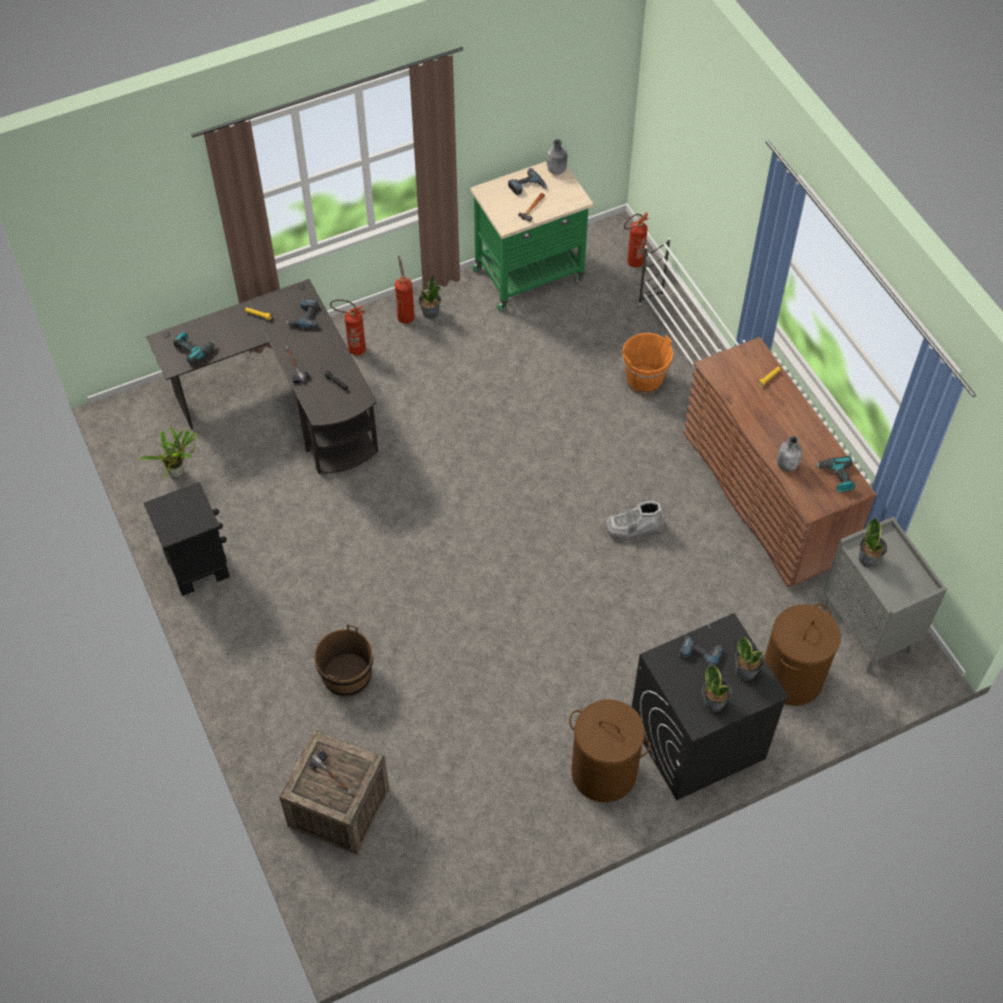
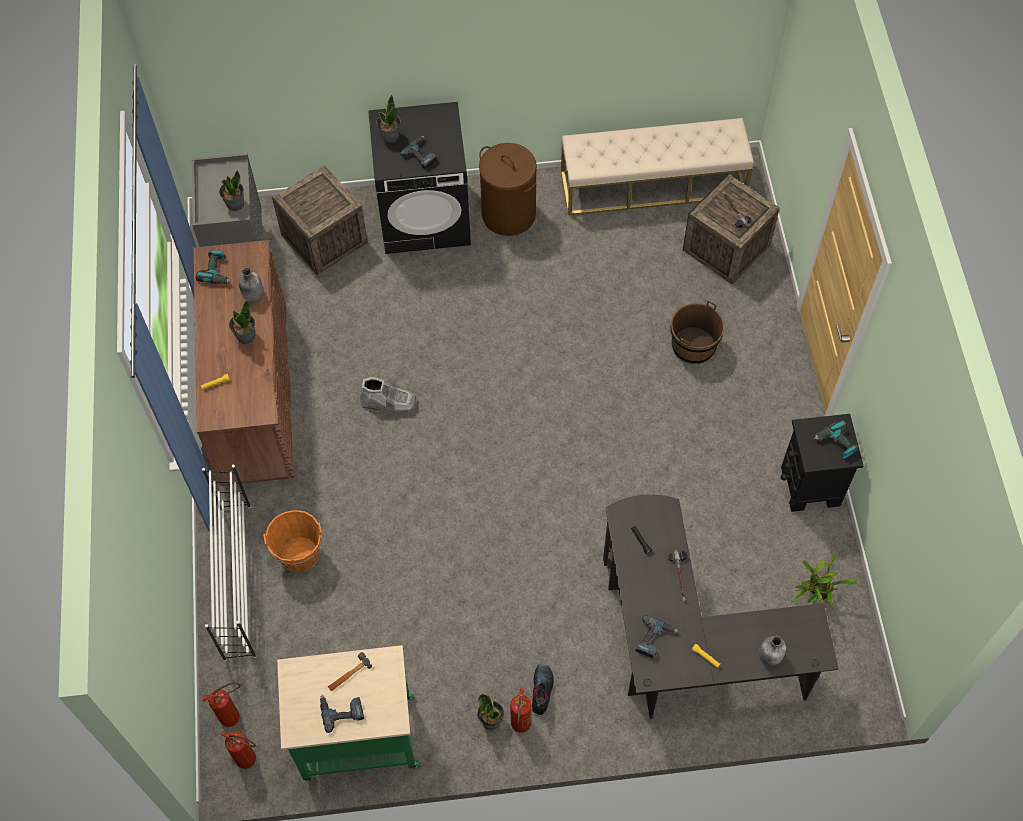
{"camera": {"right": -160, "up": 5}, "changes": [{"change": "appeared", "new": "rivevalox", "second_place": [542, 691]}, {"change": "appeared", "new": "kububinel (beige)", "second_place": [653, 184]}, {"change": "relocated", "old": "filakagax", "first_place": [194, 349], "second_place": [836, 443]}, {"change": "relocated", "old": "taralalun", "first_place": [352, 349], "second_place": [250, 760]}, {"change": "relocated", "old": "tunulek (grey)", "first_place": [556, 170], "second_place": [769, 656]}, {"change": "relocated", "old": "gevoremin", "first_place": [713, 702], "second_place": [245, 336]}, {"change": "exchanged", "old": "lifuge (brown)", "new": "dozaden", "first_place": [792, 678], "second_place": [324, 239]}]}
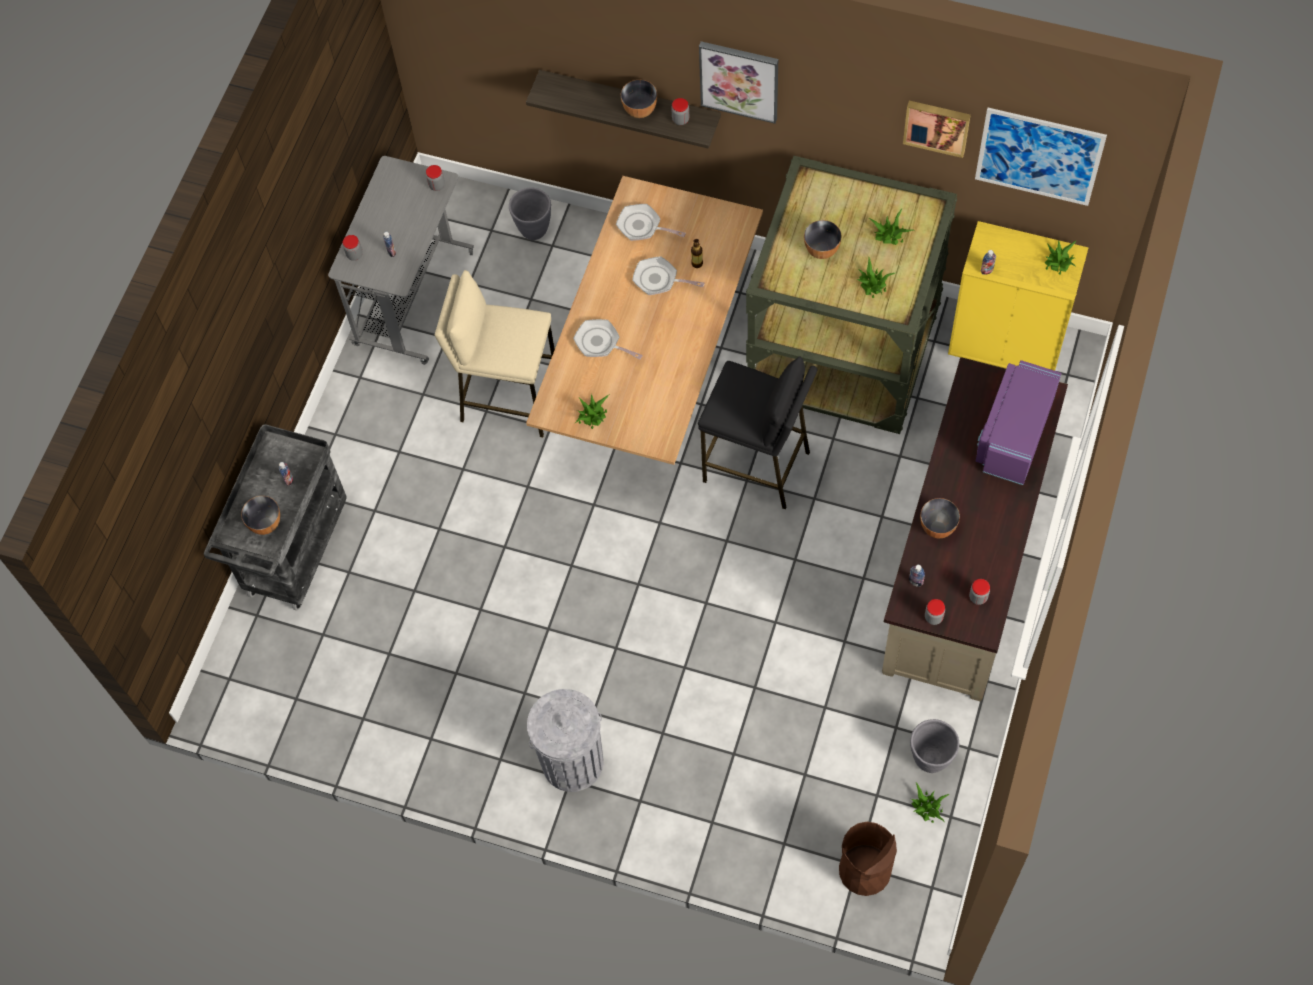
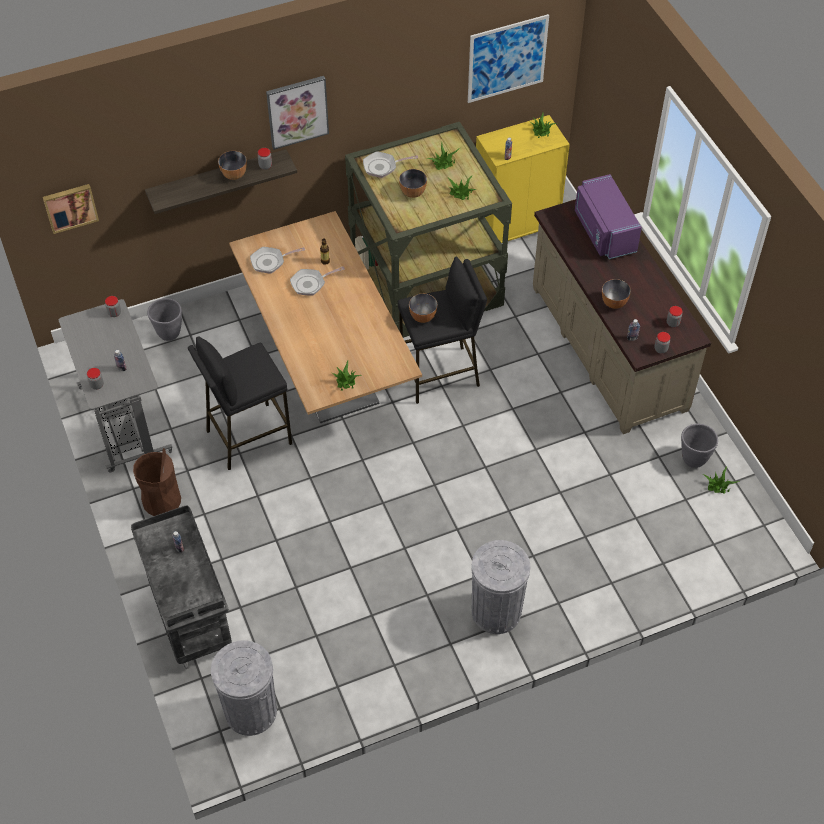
{"camera": {"right": -45, "up": -10}, "changes": [{"change": "appeared", "new": "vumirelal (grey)", "second_place": [250, 711]}, {"change": "relocated", "old": "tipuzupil", "first_place": [265, 524], "second_place": [423, 317]}, {"change": "relocated", "old": "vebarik", "first_place": [600, 343], "second_place": [382, 167]}, {"change": "relocated", "old": "vumirelal (brown)", "first_place": [865, 870], "second_place": [161, 500]}, {"change": "relocated", "old": "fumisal", "first_place": [937, 126], "second_place": [70, 207]}, {"change": "colour", "old": "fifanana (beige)", "new": "fifanana (black)", "first_place": [509, 399], "second_place": [248, 436]}]}
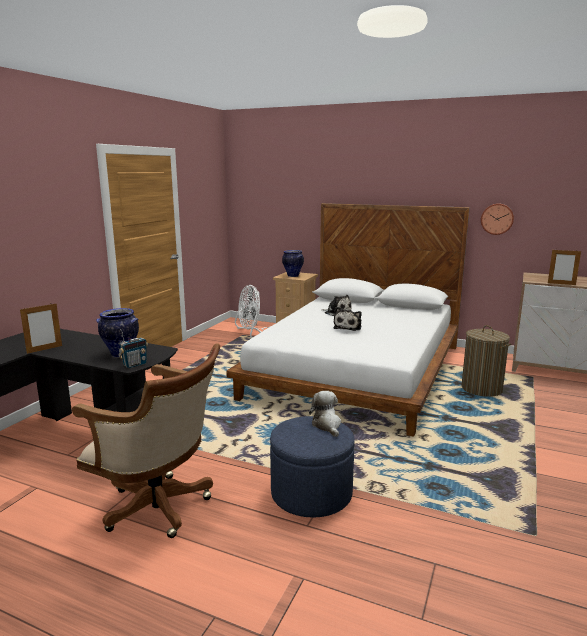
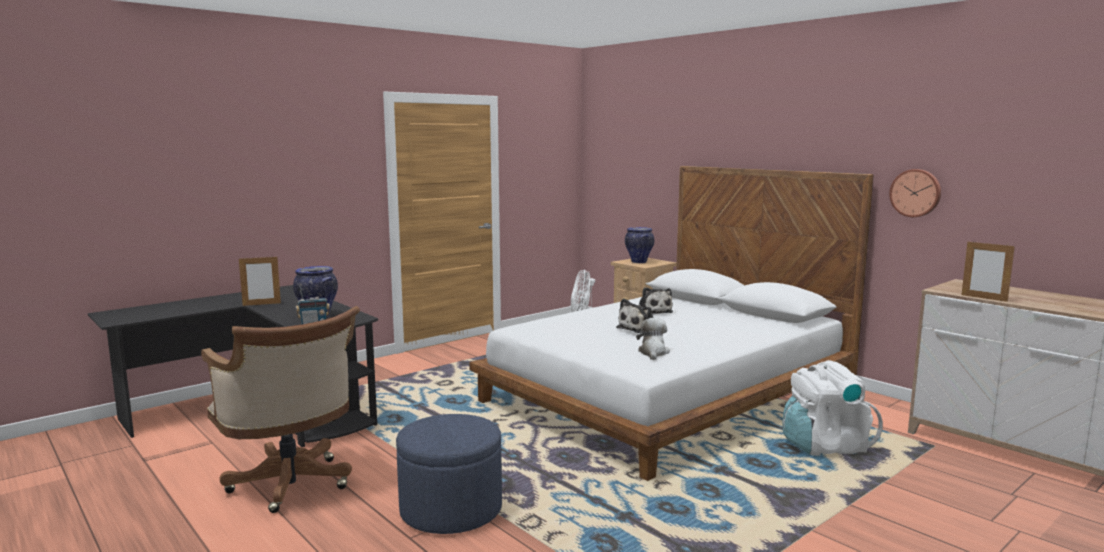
{"camera": {"right": 25, "up": -5}, "changes": [{"change": "relocated", "old": "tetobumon", "first_place": [327, 425], "second_place": [653, 353]}, {"change": "exchanged", "old": "lifuge", "new": "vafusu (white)", "first_place": [481, 389], "second_place": [824, 446]}]}
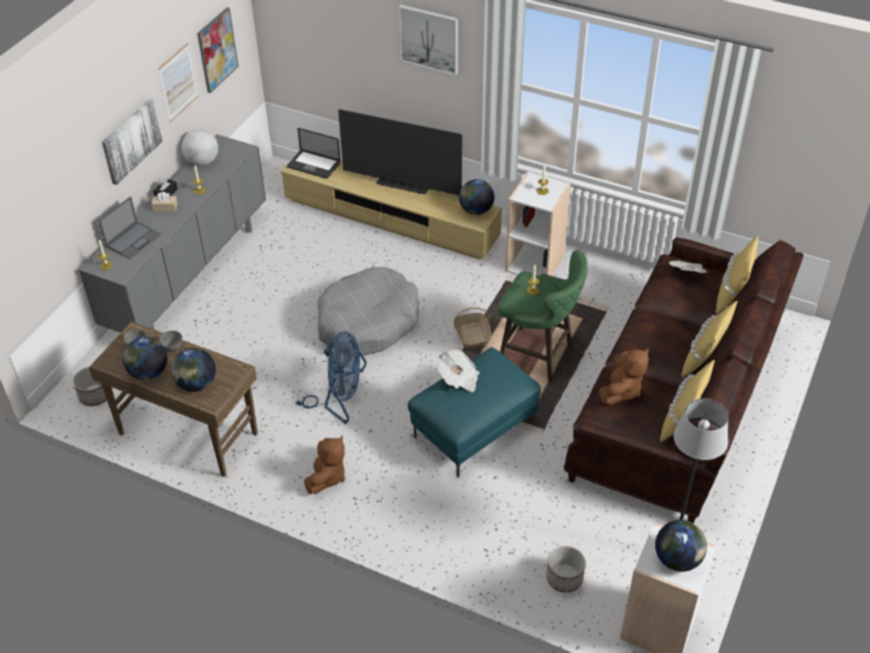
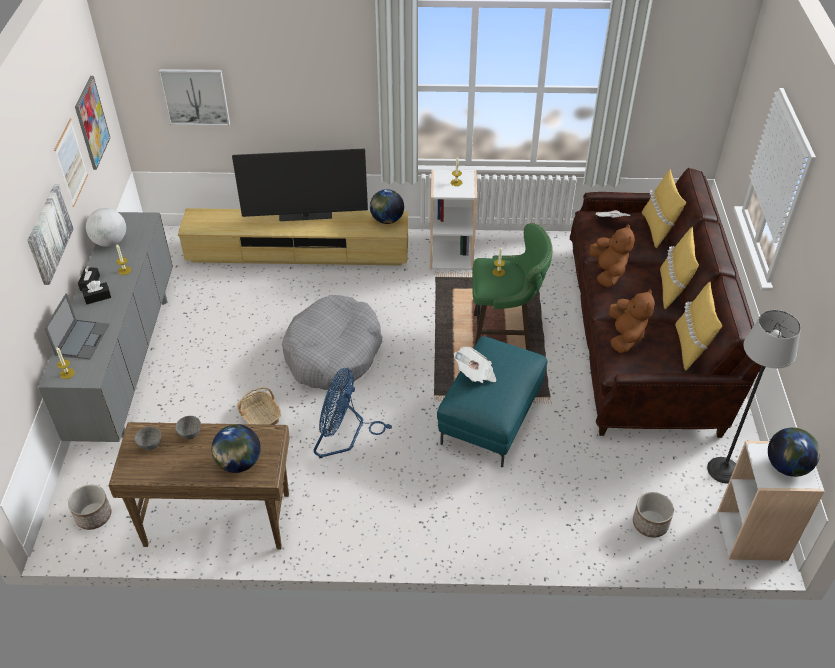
{"camera": {"right": -25, "up": 0}, "changes": [{"change": "missing", "old": "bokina", "first_place": [148, 372]}, {"change": "missing", "old": "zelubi", "first_place": [313, 165]}, {"change": "relocated", "old": "tetobumon (brown)", "first_place": [327, 477], "second_place": [608, 273]}, {"change": "relocated", "old": "fumisal", "first_place": [429, 39], "second_place": [195, 96]}, {"change": "relocated", "old": "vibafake", "first_place": [472, 335], "second_place": [260, 416]}, {"change": "colour", "old": "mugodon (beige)", "new": "mugodon (black)", "first_place": [165, 207], "second_place": [97, 297]}, {"change": "spun", "old": "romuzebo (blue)", "first_place": [339, 396], "second_place": [347, 431], "degrees": -150}]}
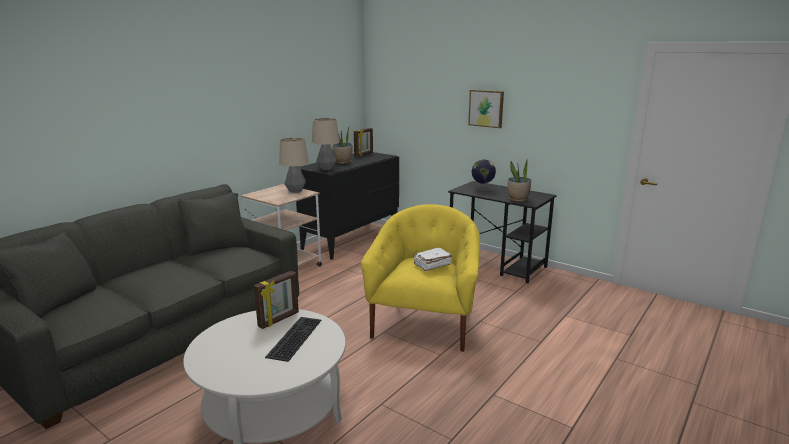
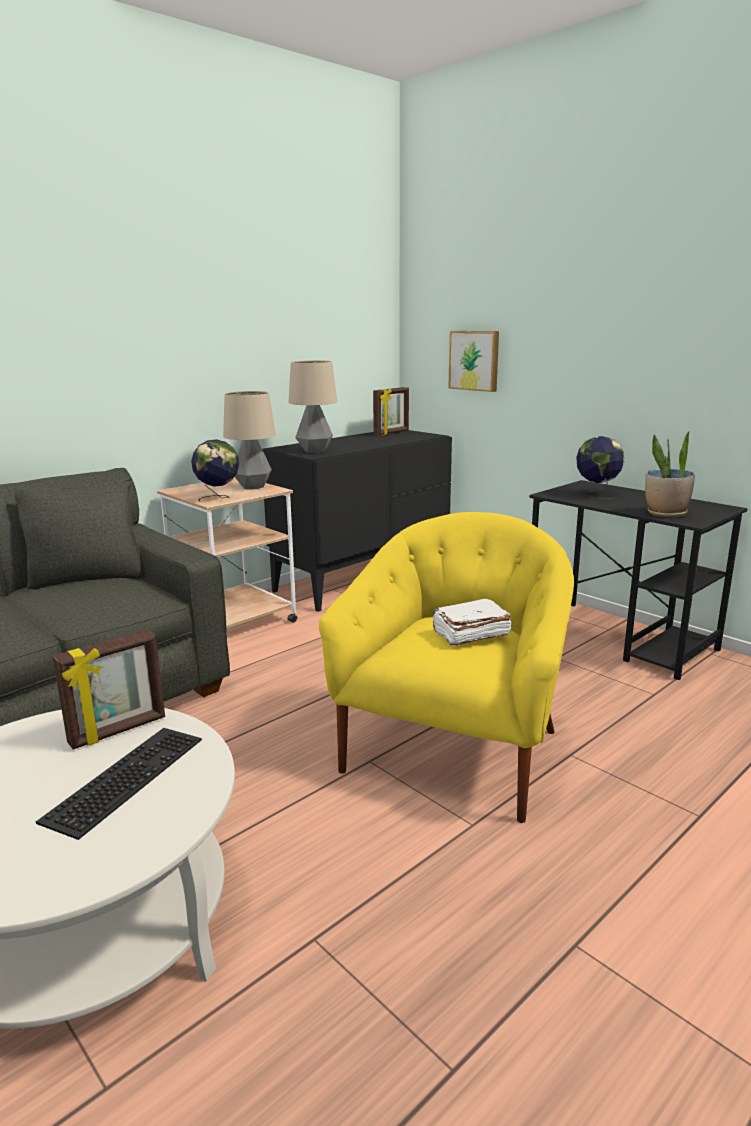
{"camera": {"right": 10, "up": 0}, "changes": [{"change": "missing", "old": "gevoremin", "first_place": [343, 162]}, {"change": "appeared", "new": "bokina", "second_place": [218, 498]}, {"change": "relocated", "old": "fumisal", "first_place": [486, 108], "second_place": [475, 360]}]}
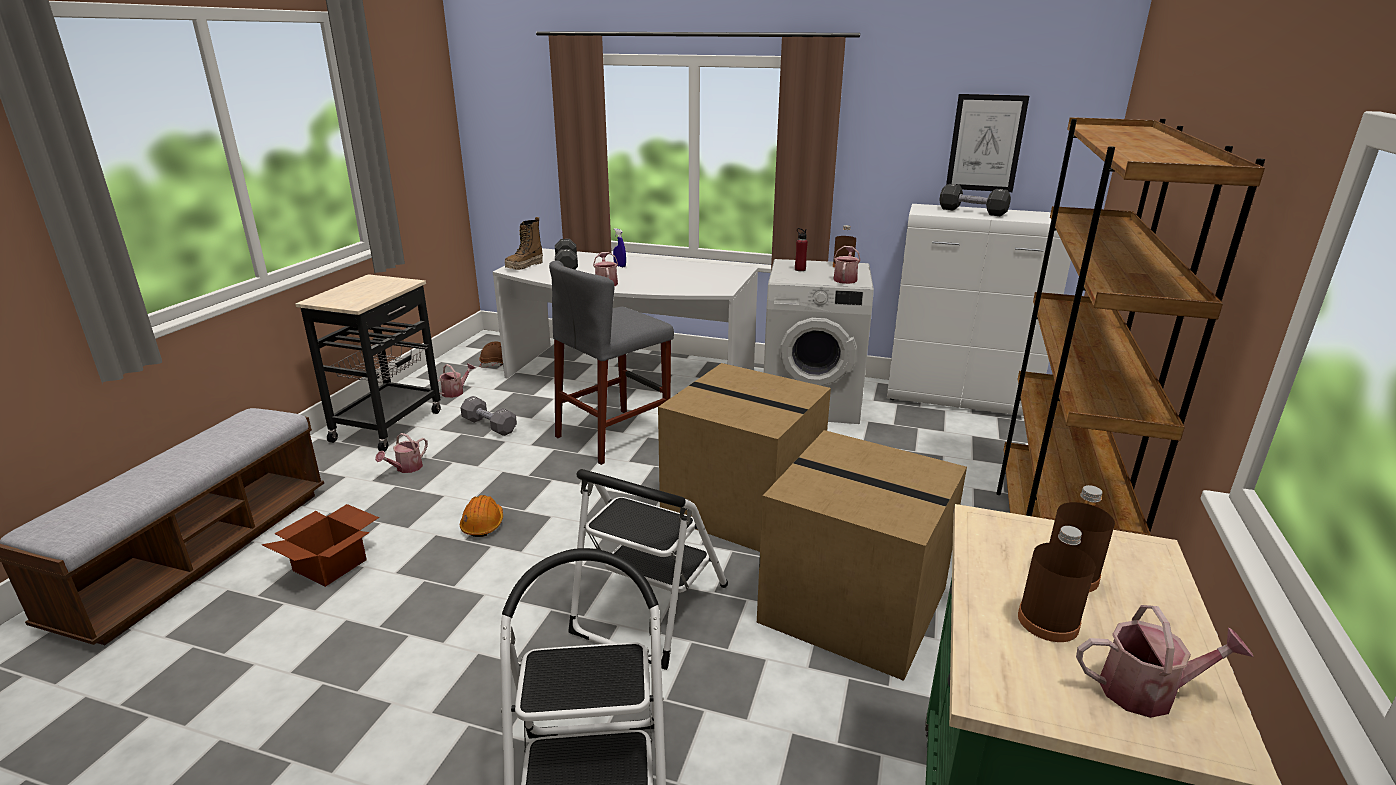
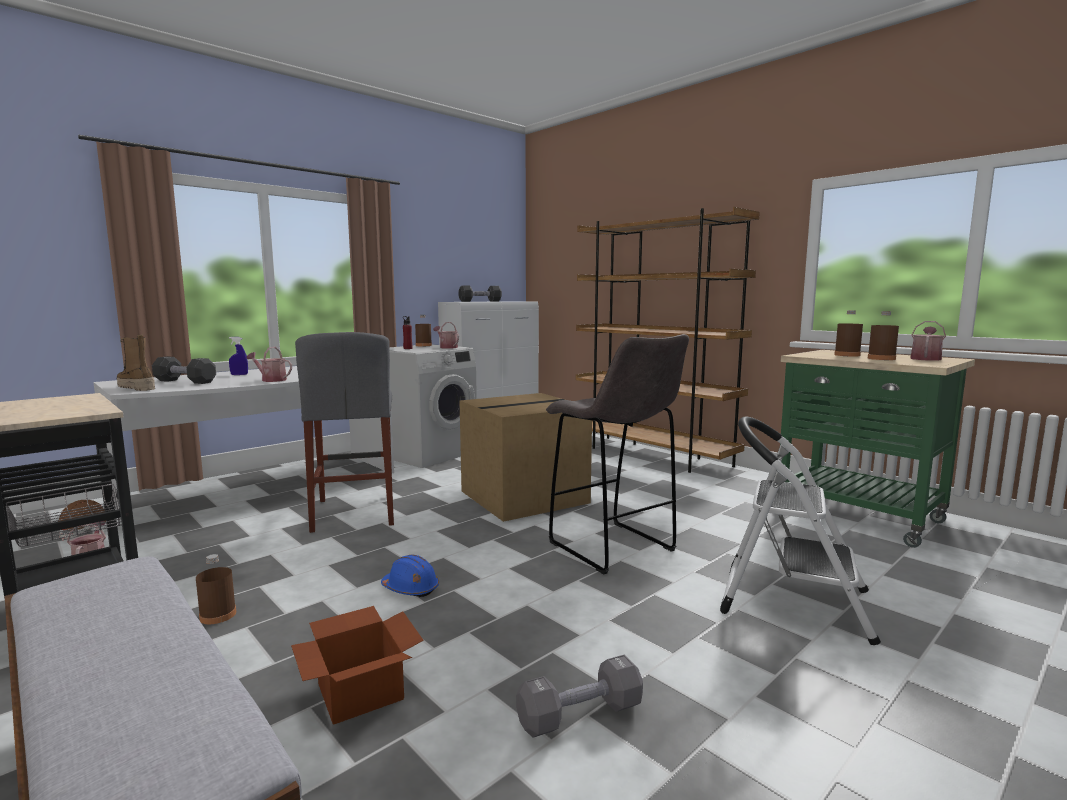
{"camera": {"right": -60, "up": -15}, "changes": [{"change": "missing", "old": "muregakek", "first_place": [857, 604]}, {"change": "missing", "old": "fumisal", "first_place": [985, 143]}, {"change": "relocated", "old": "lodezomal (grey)", "first_place": [489, 426], "second_place": [580, 715]}, {"change": "exchanged", "old": "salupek", "new": "tunulek (brown)", "first_place": [406, 468], "second_place": [218, 615]}, {"change": "exchanged", "old": "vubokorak", "new": "fifanana (grey)", "first_place": [647, 611], "second_place": [613, 548]}, {"change": "colour", "old": "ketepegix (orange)", "new": "ketepegix (blue)", "first_place": [483, 524], "second_place": [410, 588]}, {"change": "spun", "old": "rivevalox", "first_place": [524, 266], "second_place": [136, 388], "degrees": 150}]}
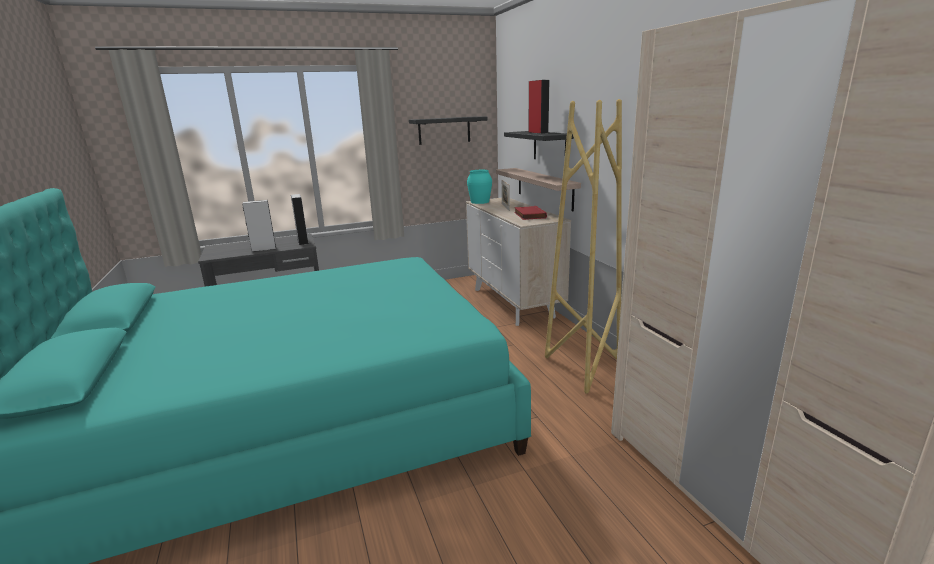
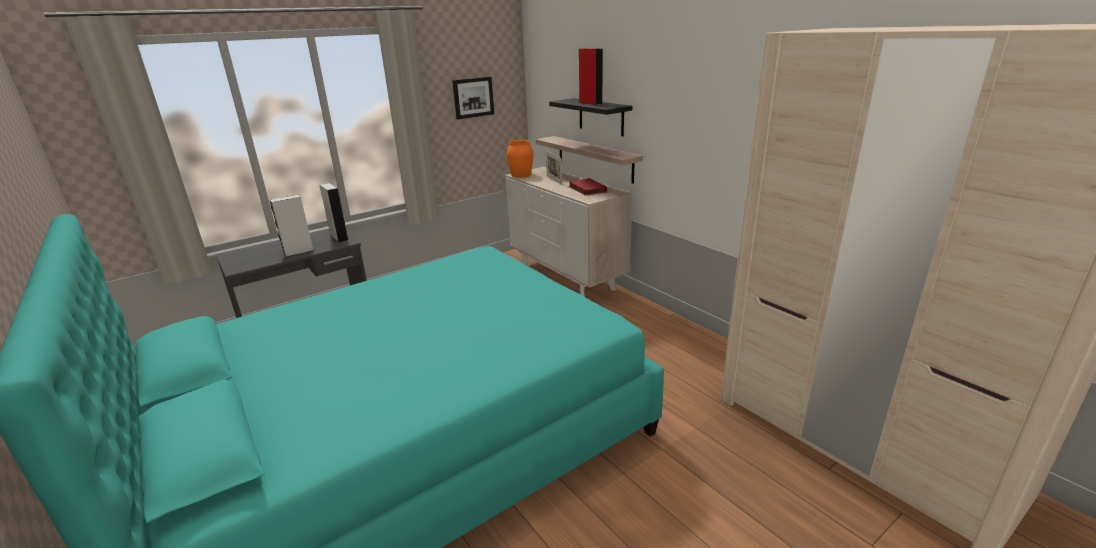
{"camera": {"right": -15, "up": 5}, "changes": [{"change": "missing", "old": "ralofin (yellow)", "first_place": [584, 370]}, {"change": "exchanged", "old": "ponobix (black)", "new": "fumisal", "first_place": [444, 130], "second_place": [473, 97]}, {"change": "colour", "old": "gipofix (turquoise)", "new": "gipofix (orange)", "first_place": [479, 202], "second_place": [521, 175]}]}
